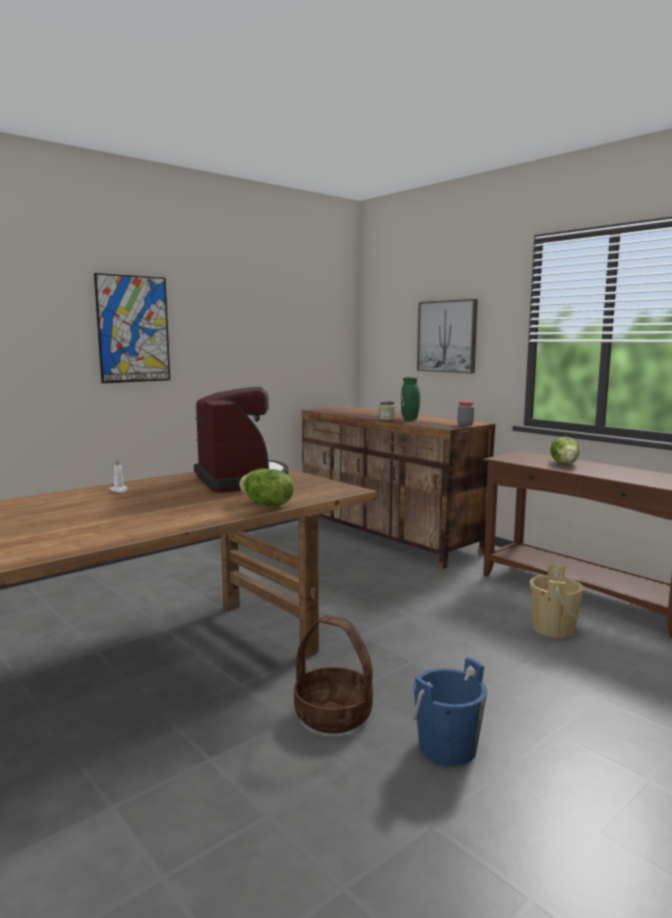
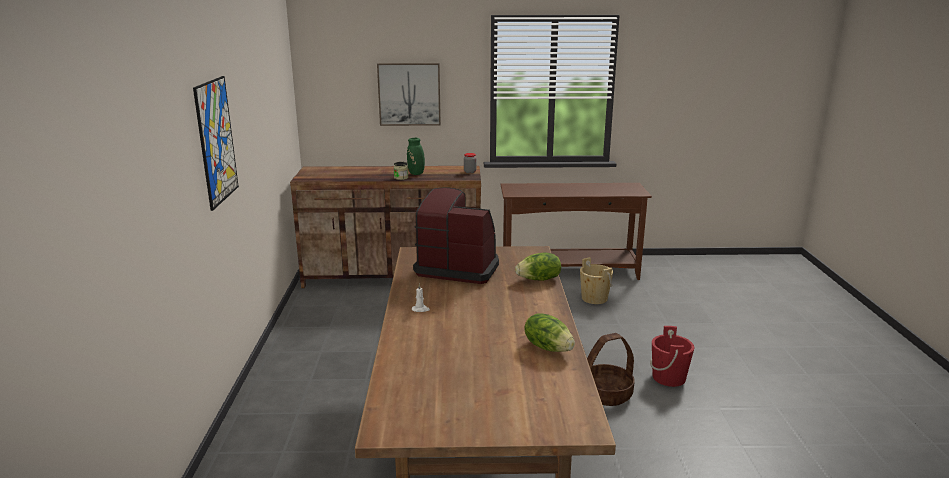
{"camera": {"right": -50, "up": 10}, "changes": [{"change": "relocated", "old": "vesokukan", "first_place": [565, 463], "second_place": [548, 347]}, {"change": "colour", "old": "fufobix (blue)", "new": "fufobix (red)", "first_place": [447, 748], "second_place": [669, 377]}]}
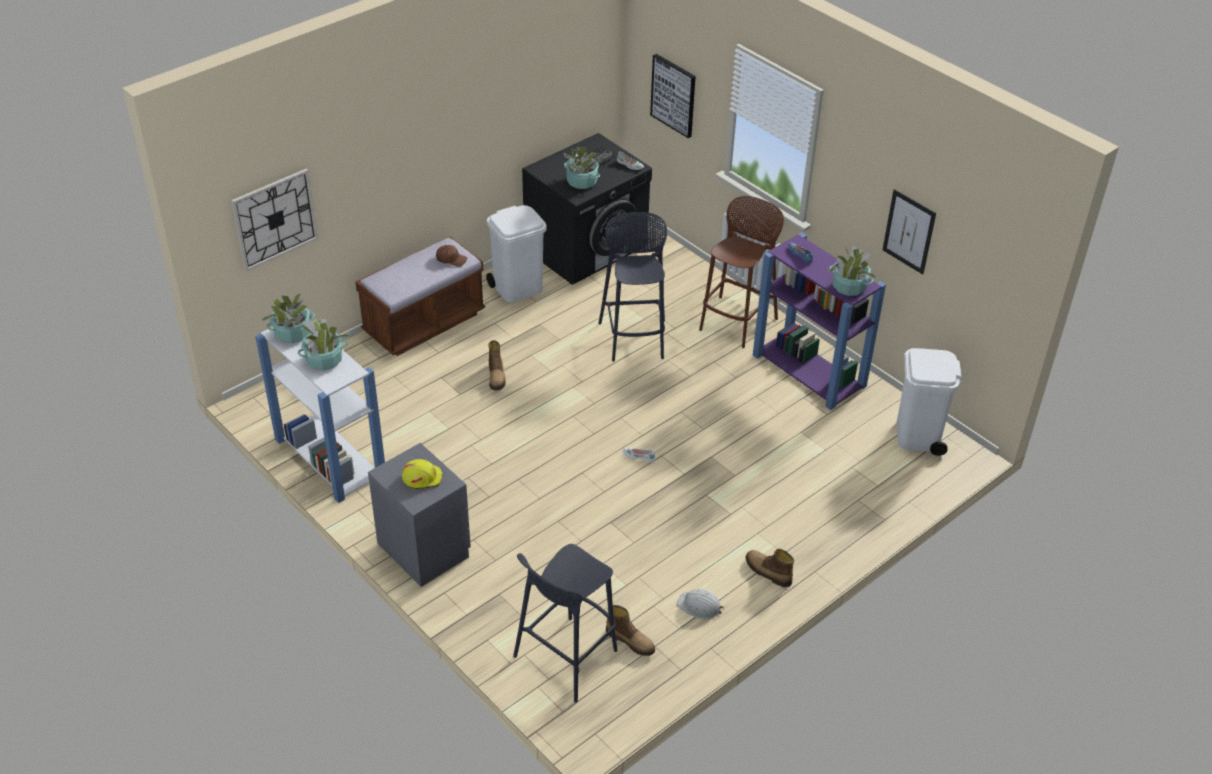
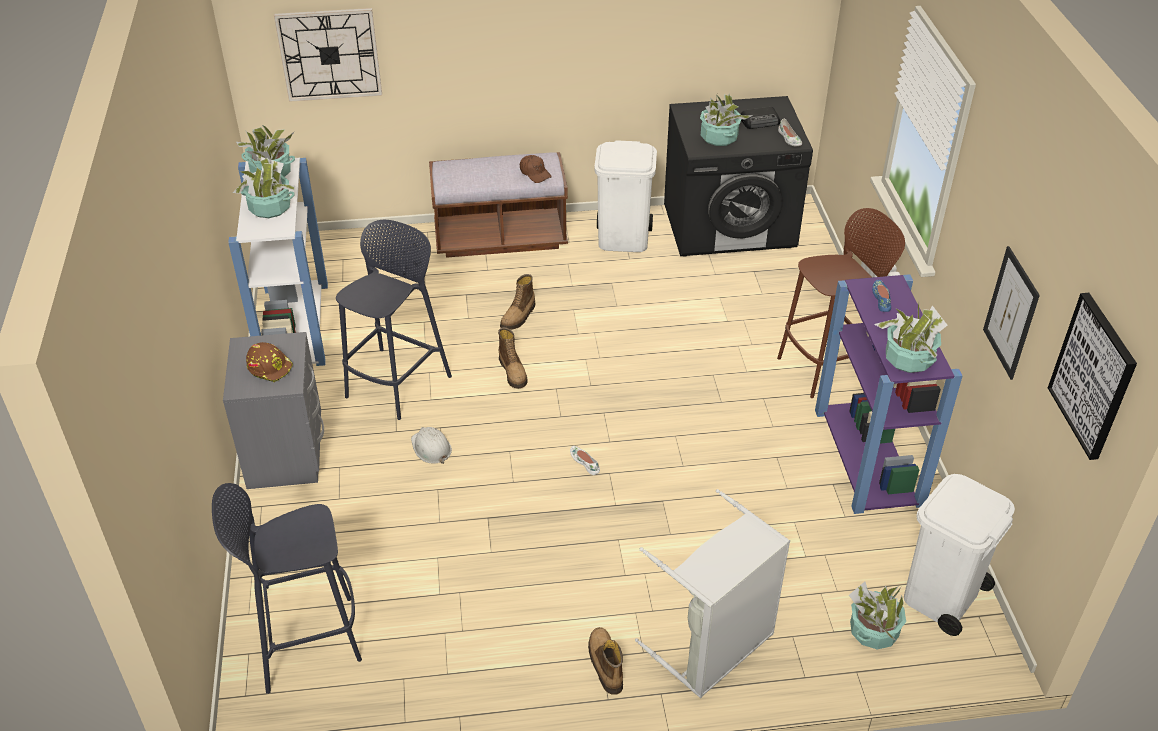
{"camera": {"right": 35, "up": 0}, "changes": [{"change": "appeared", "new": "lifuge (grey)", "second_place": [714, 647]}, {"change": "appeared", "new": "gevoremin", "second_place": [873, 631]}, {"change": "relocated", "old": "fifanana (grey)", "first_place": [634, 339], "second_place": [396, 383]}, {"change": "relocated", "old": "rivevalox", "first_place": [630, 641], "second_place": [513, 372]}, {"change": "relocated", "old": "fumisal", "first_place": [674, 95], "second_place": [1093, 376]}, {"change": "relocated", "old": "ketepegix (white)", "first_place": [699, 606], "second_place": [431, 448]}, {"change": "colour", "old": "ketepegix (yellow)", "new": "ketepegix (brown)", "first_place": [422, 478], "second_place": [270, 367]}]}
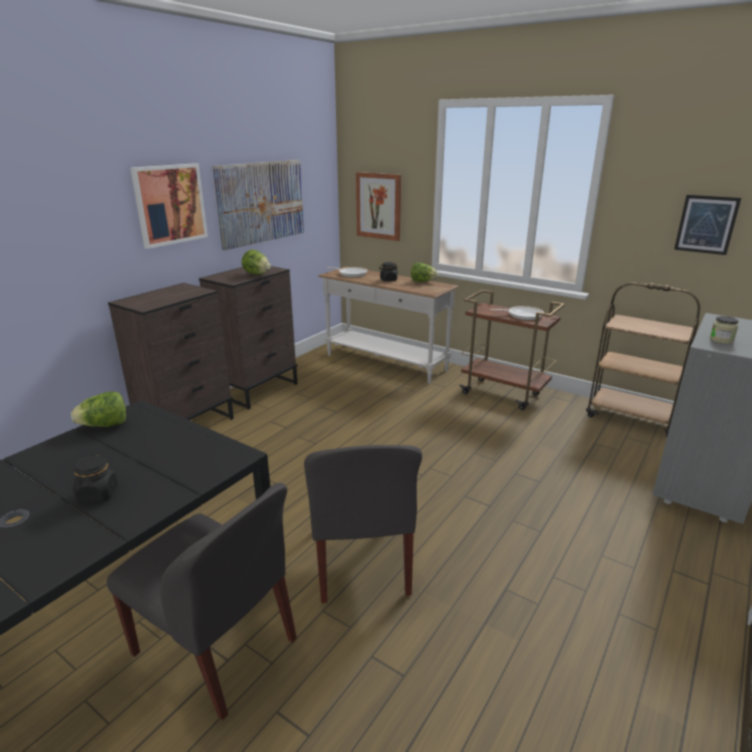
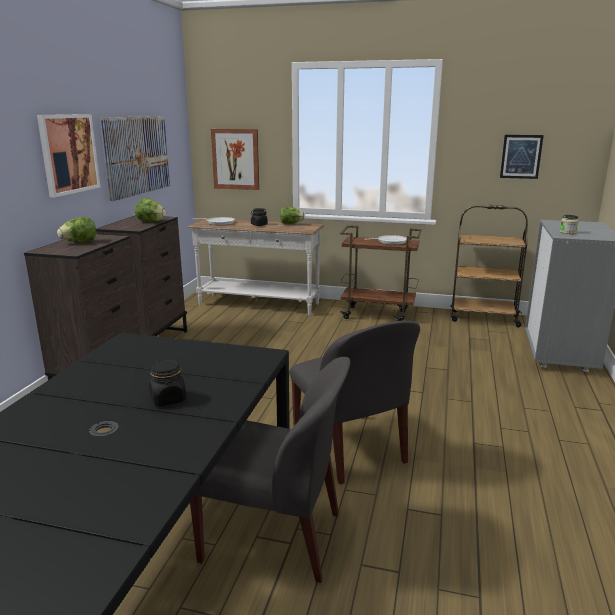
{"camera": {"right": -20, "up": -5}, "changes": [{"change": "relocated", "old": "vesokukan", "first_place": [105, 426], "second_place": [79, 242]}]}
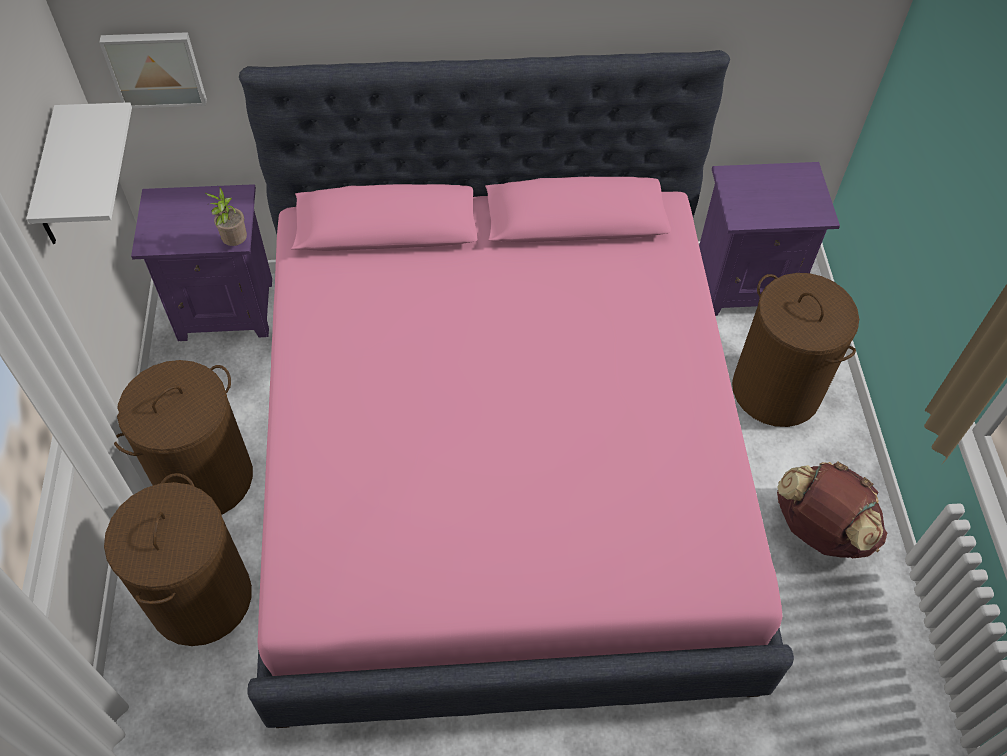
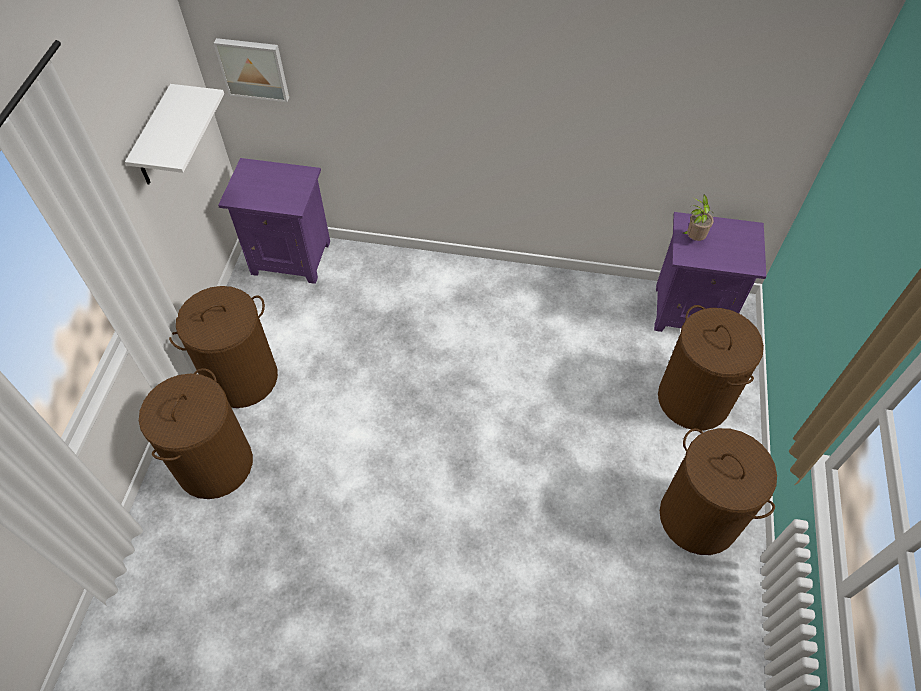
{"camera": {"right": 15, "up": 0}, "changes": [{"change": "missing", "old": "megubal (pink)", "first_place": [500, 462]}, {"change": "relocated", "old": "gevoremin", "first_place": [234, 243], "second_place": [693, 238]}, {"change": "exchanged", "old": "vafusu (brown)", "new": "lifuge (brown)", "first_place": [819, 530], "second_place": [698, 517]}]}
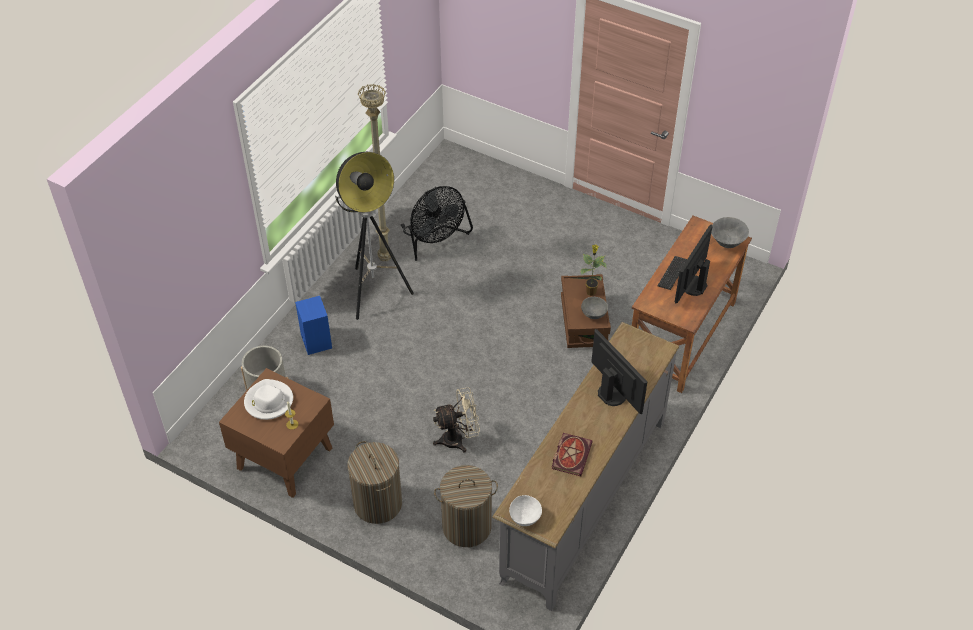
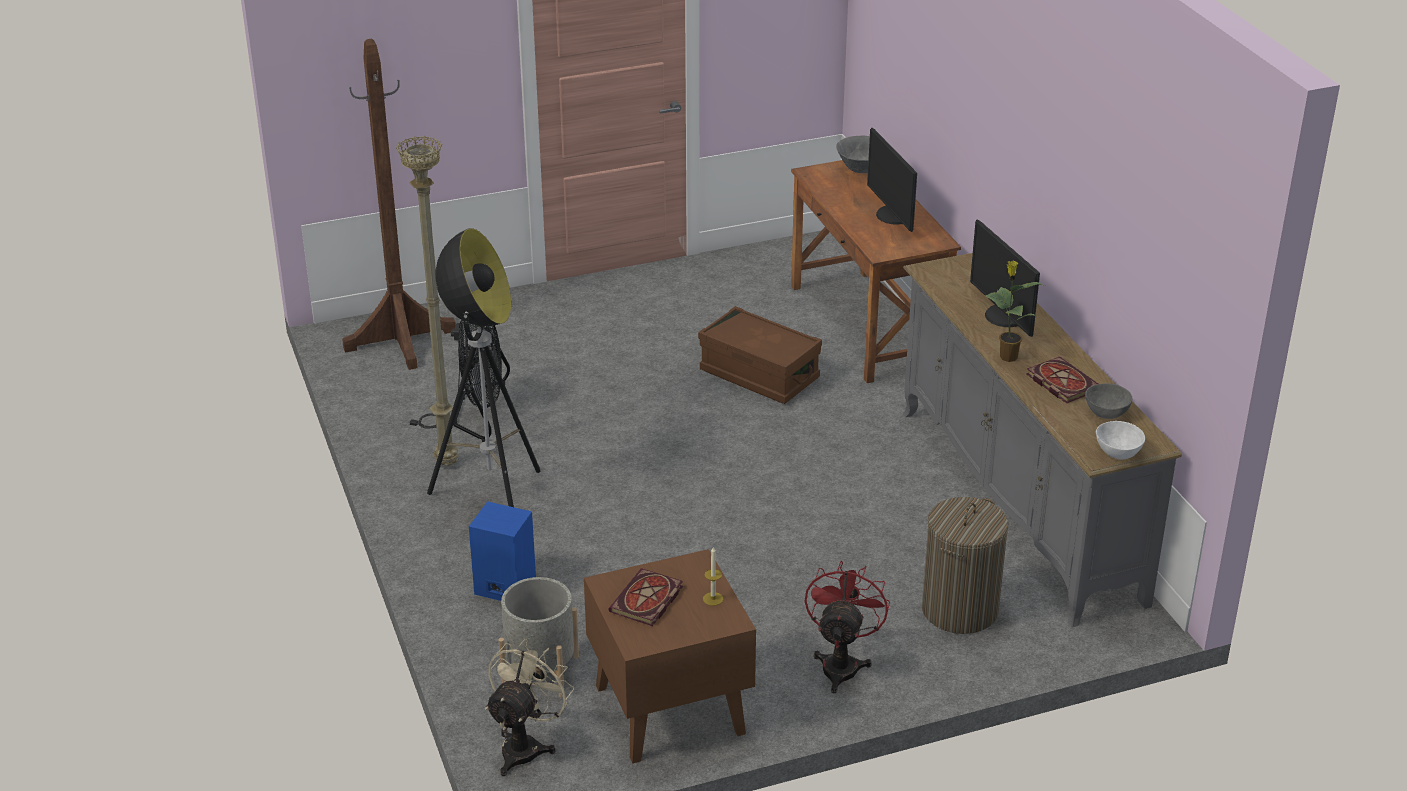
{"camera": {"right": -50, "up": -15}, "changes": [{"change": "missing", "old": "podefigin", "first_place": [672, 273]}, {"change": "appeared", "new": "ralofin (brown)", "second_place": [400, 339]}, {"change": "relocated", "old": "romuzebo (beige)", "first_place": [458, 439], "second_place": [526, 746]}, {"change": "relocated", "old": "gevoremin", "first_place": [591, 291], "second_place": [1007, 356]}, {"change": "relocated", "old": "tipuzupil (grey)", "first_place": [593, 314], "second_place": [1105, 414]}, {"change": "exchanged", "old": "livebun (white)", "new": "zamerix", "first_place": [268, 401], "second_place": [647, 601]}, {"change": "exchanged", "old": "lifuge", "new": "romuzebo (red)", "first_place": [377, 503], "second_place": [841, 664]}, {"change": "spun", "old": "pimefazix", "first_place": [613, 393], "second_place": [1003, 317], "degrees": -120}]}
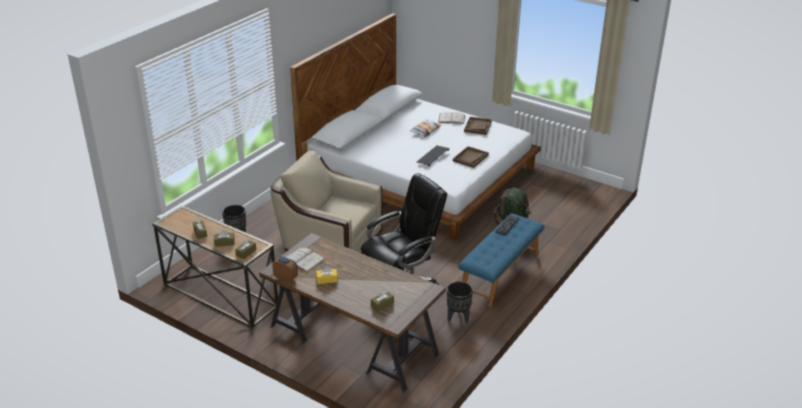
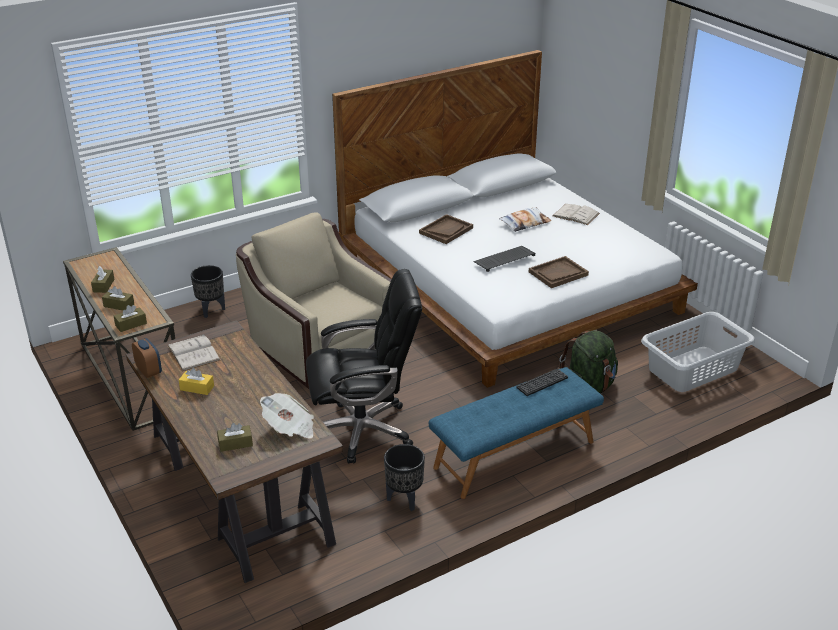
{"camera": {"right": 25, "up": 0}, "changes": [{"change": "appeared", "new": "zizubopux", "second_place": [289, 428]}, {"change": "appeared", "new": "lifuge (grey)", "second_place": [693, 369]}, {"change": "relocated", "old": "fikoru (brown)", "first_place": [477, 126], "second_place": [446, 230]}]}
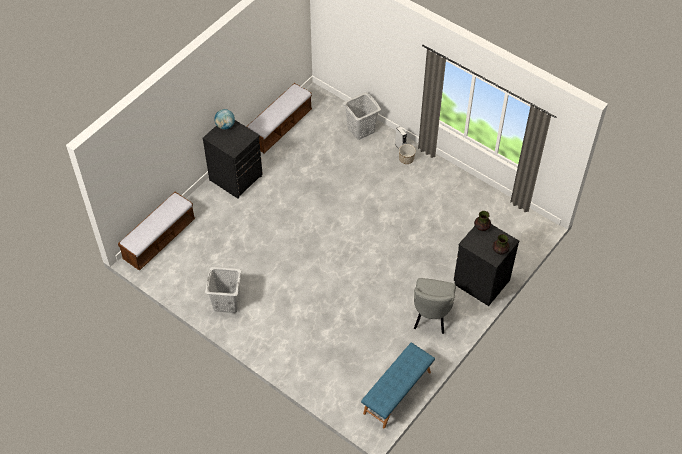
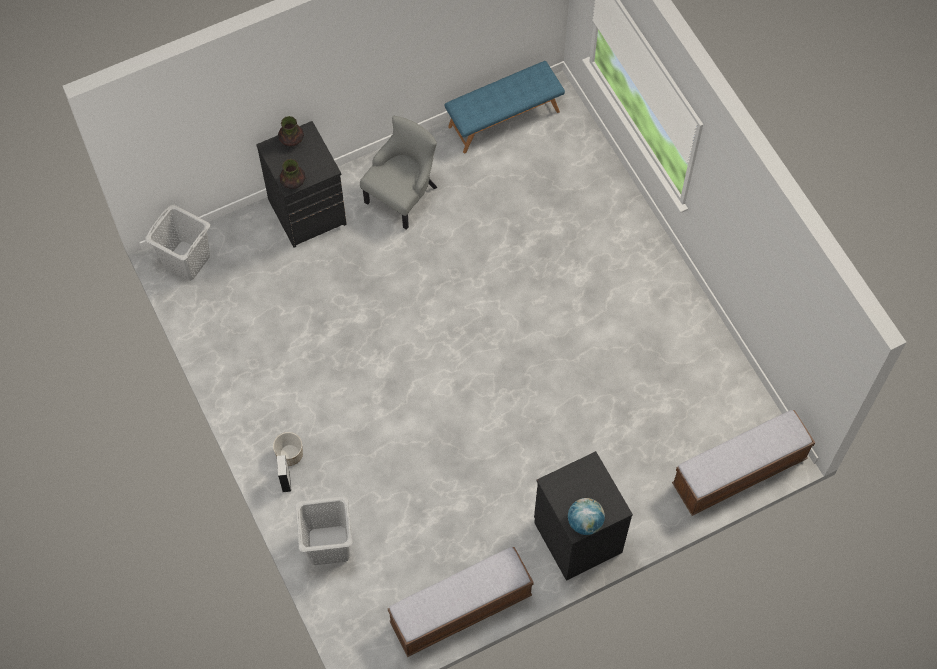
{"camera": {"right": -155, "up": 10}, "changes": [{"change": "relocated", "old": "lifuge (grey)", "first_place": [226, 302], "second_place": [186, 261]}]}
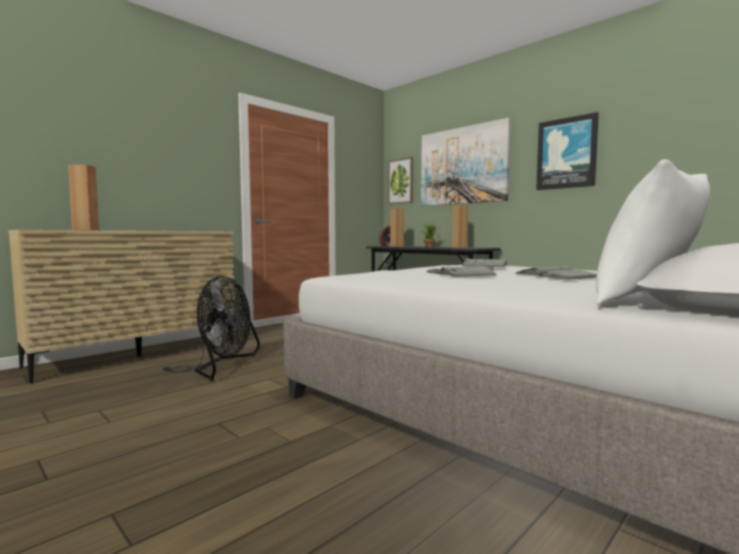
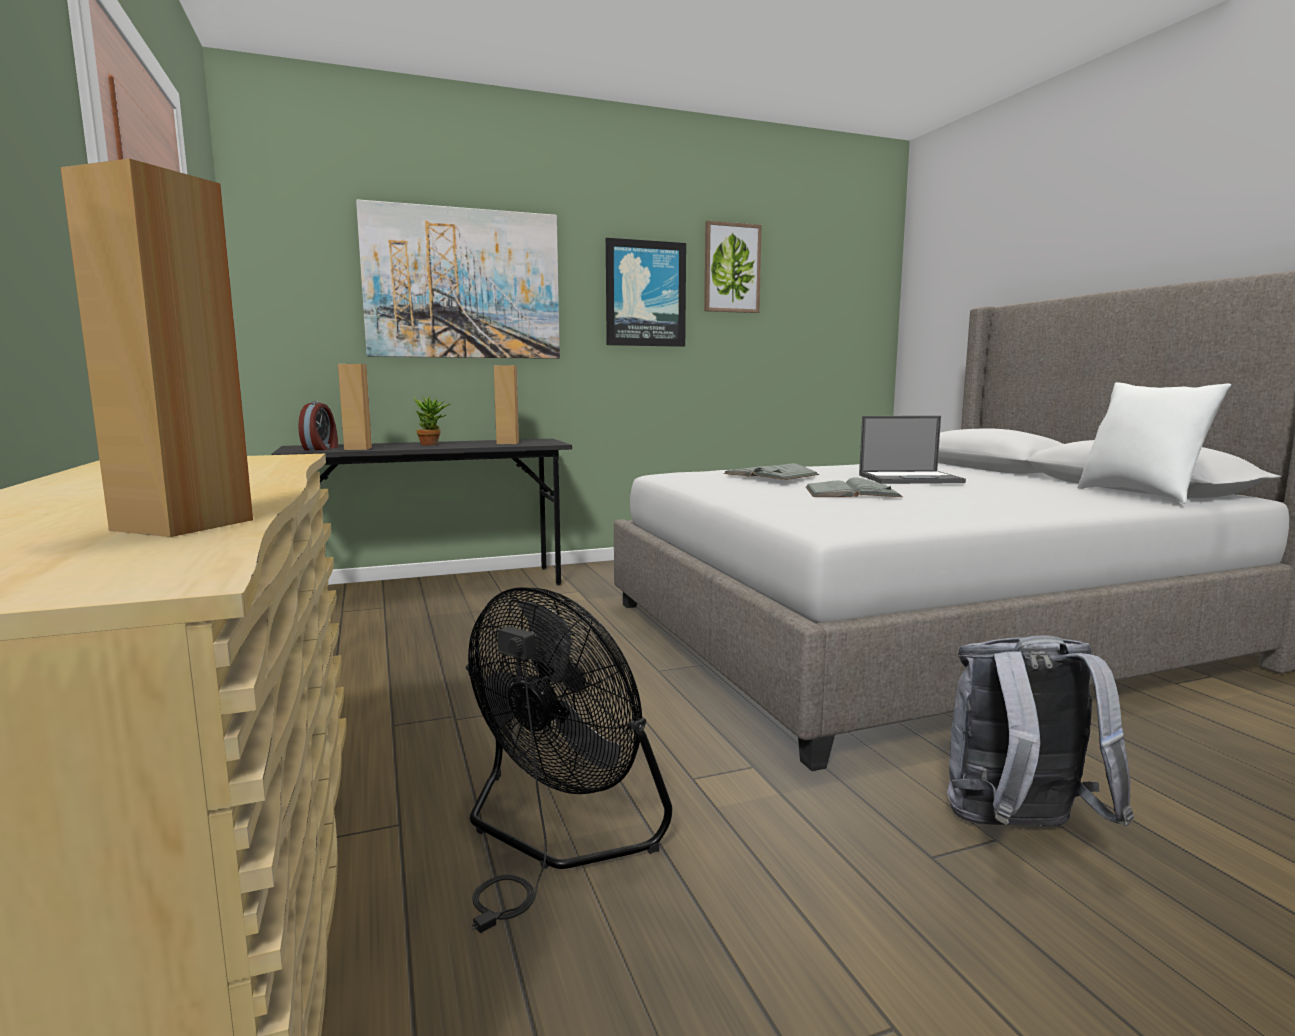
{"camera": {"right": -65, "up": 5}, "changes": [{"change": "appeared", "new": "vafusu (grey)", "second_place": [1018, 830]}, {"change": "relocated", "old": "fumisal", "first_place": [401, 181], "second_place": [731, 268]}, {"change": "exchanged", "old": "zamerix (grey)", "new": "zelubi", "first_place": [556, 275], "second_place": [911, 479]}]}
